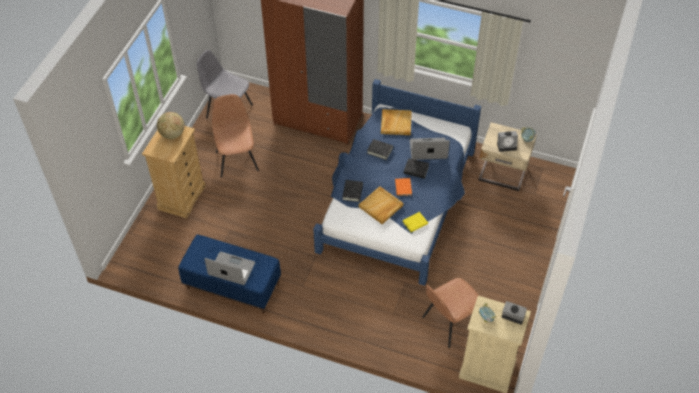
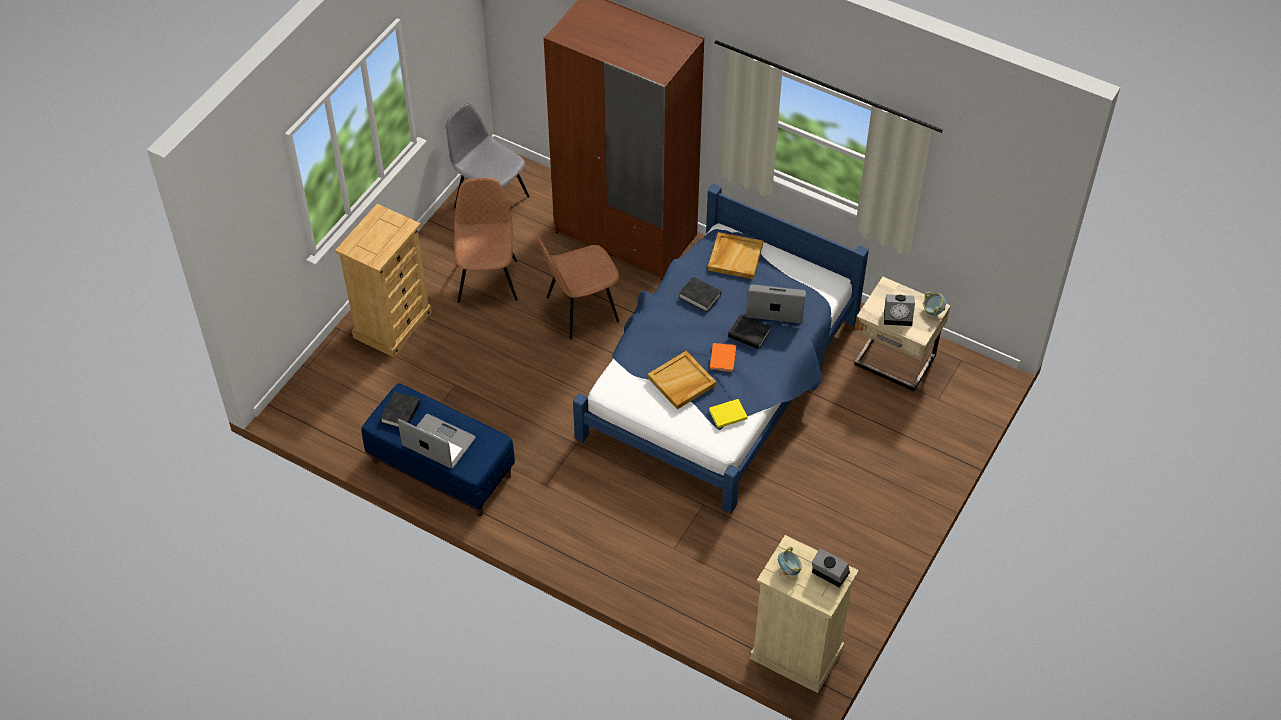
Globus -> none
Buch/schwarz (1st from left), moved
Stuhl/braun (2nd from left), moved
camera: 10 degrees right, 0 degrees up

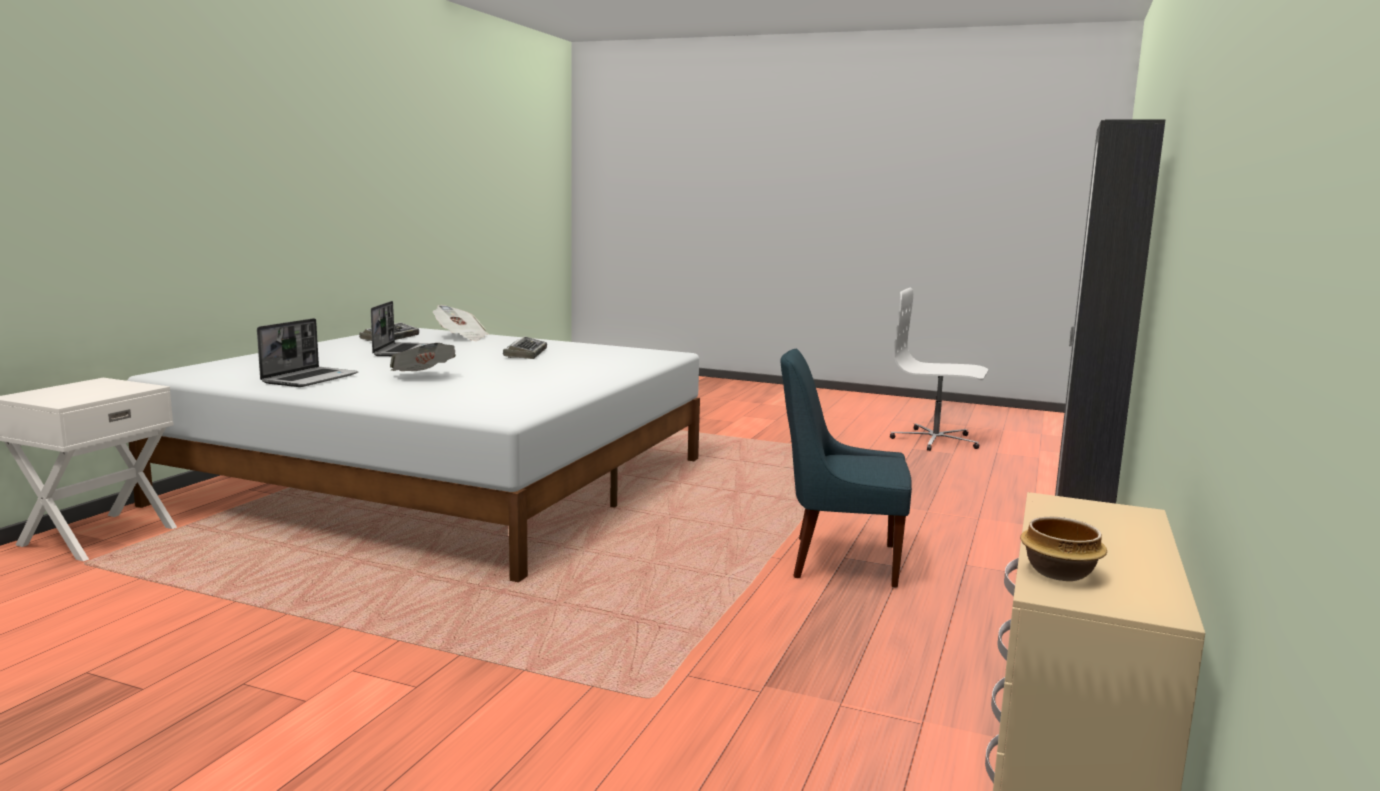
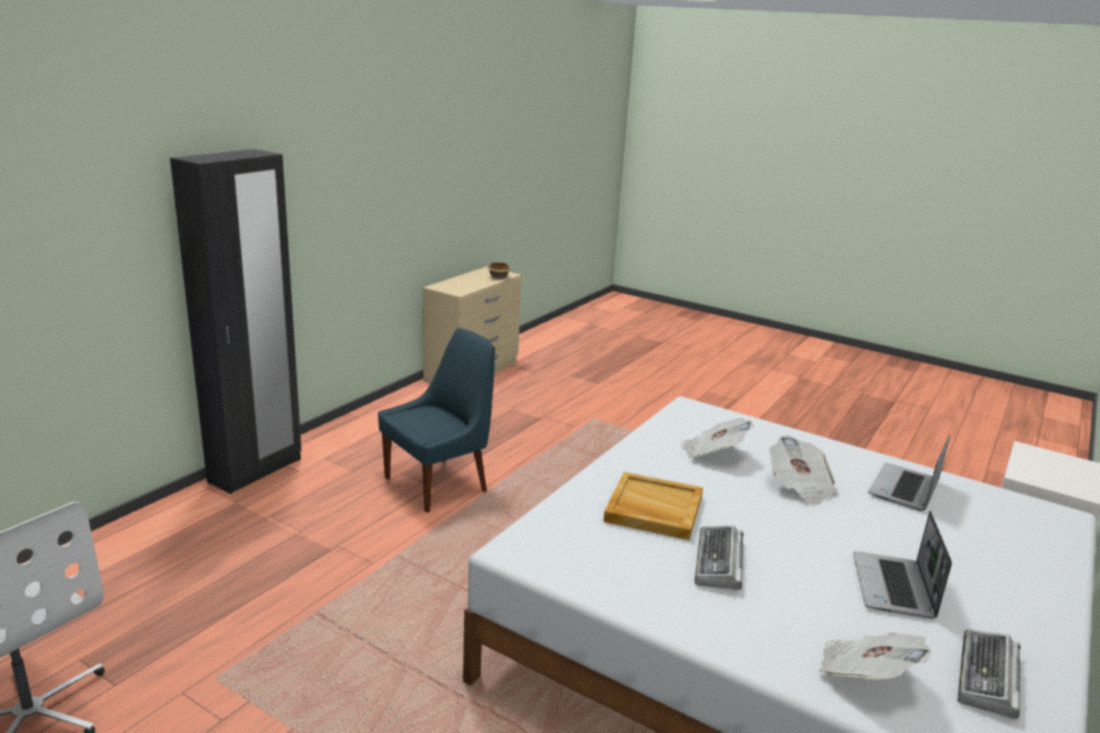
Stuhl/blau, 60 degrees counterclockwise
none -> Zeitung (1st from left)
none -> Tablett/beige
camera: 170 degrees left, 10 degrees up

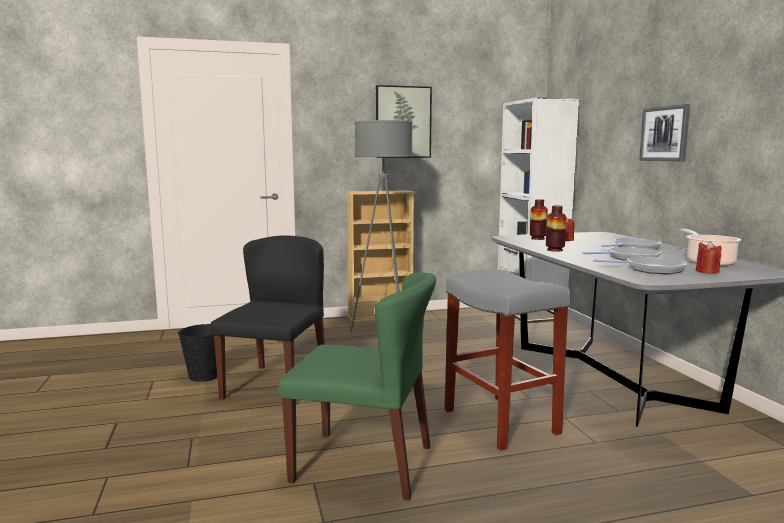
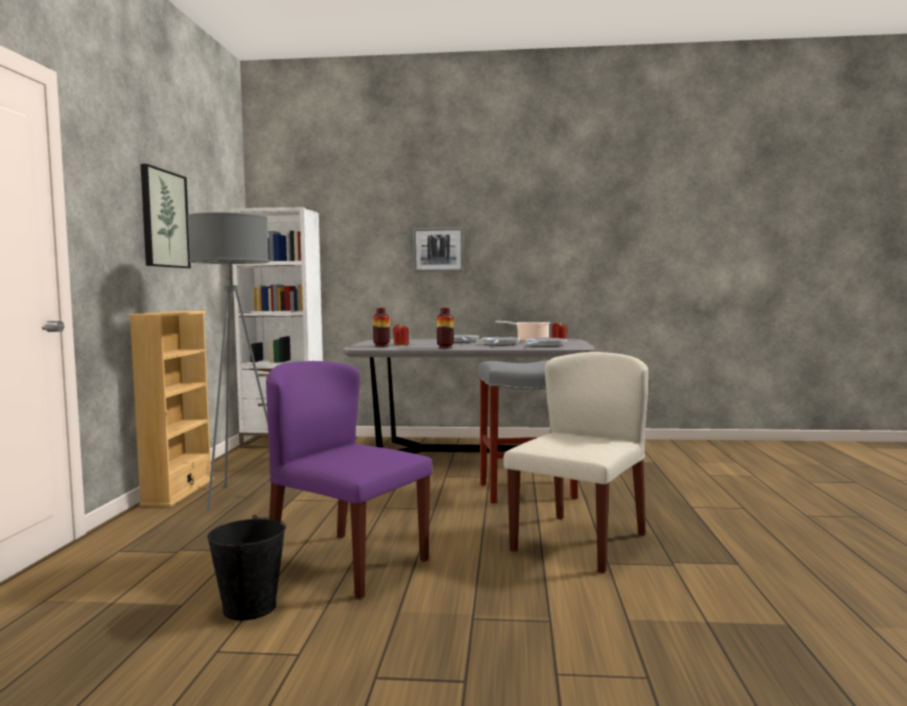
Stuhl/schwarz -> Stuhl/lila
Stuhl/grün -> Stuhl/beige
camera: 70 degrees left, 5 degrees down

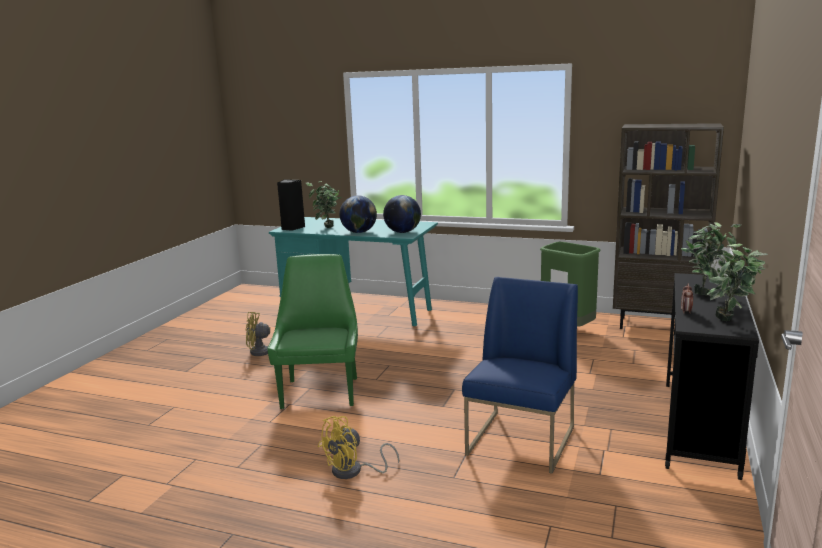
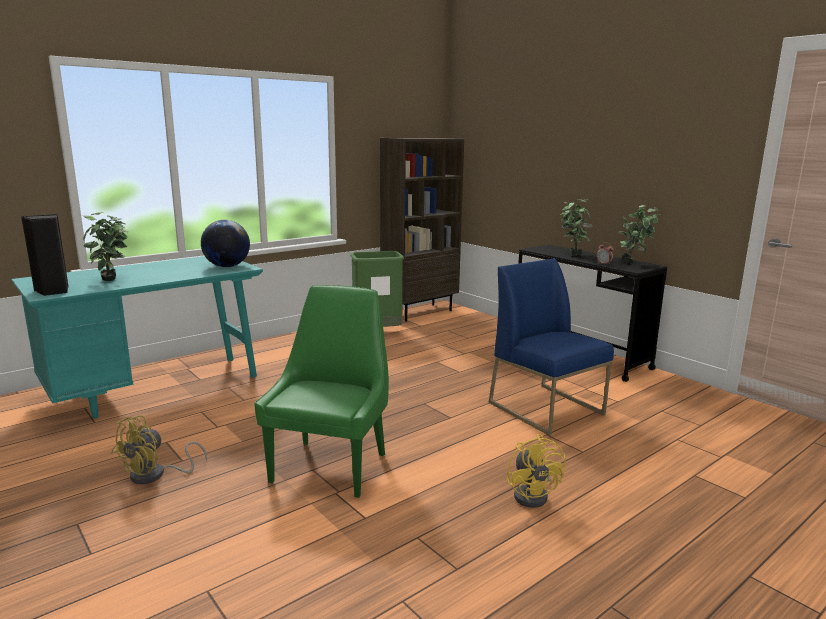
Globus (1st from left) -> none
Stuhl/grün, 75 degrees clockwise
camera: 60 degrees left, 0 degrees up

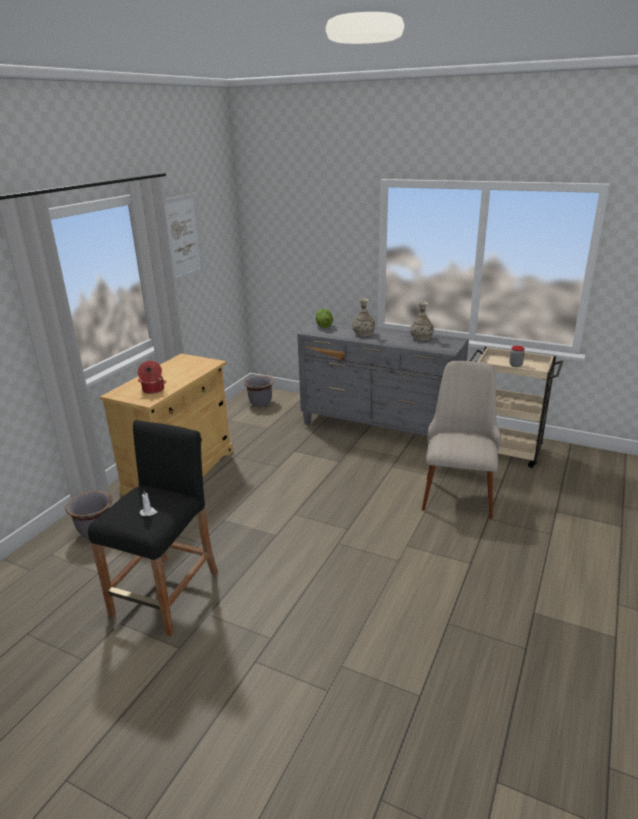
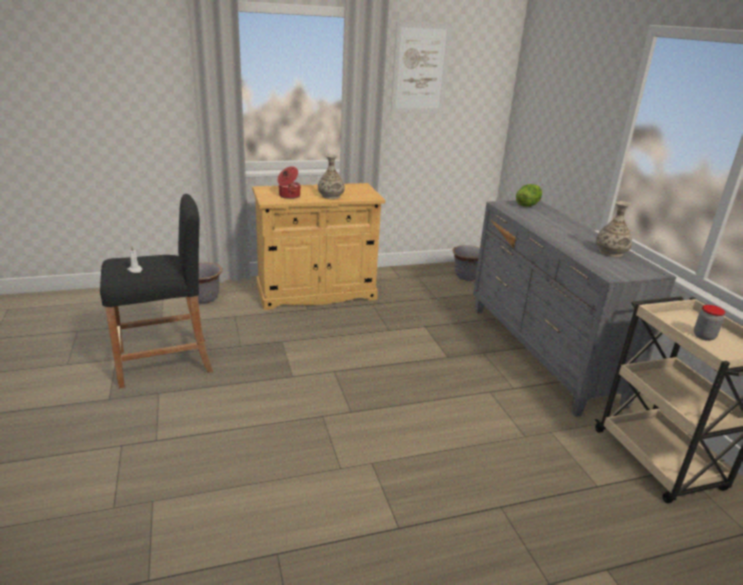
Vase (1st from left), moved
Stuhl/beige -> none
camera: 45 degrees right, 0 degrees up

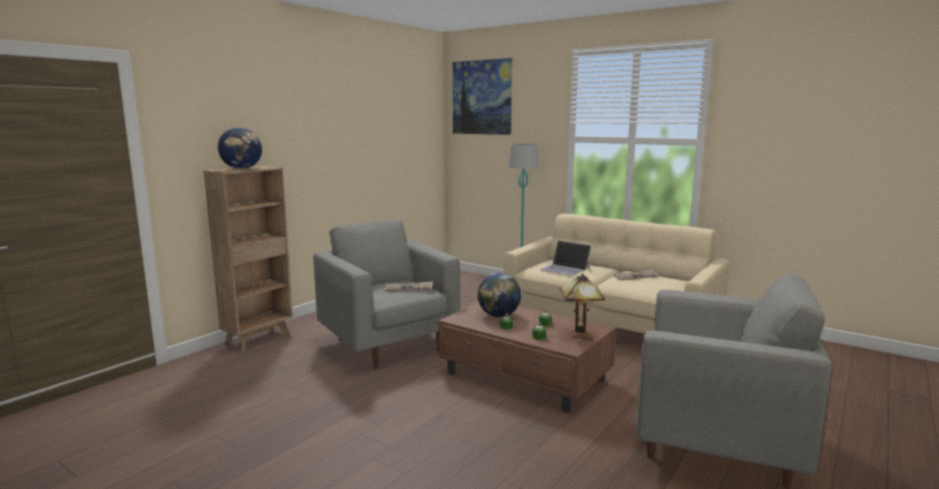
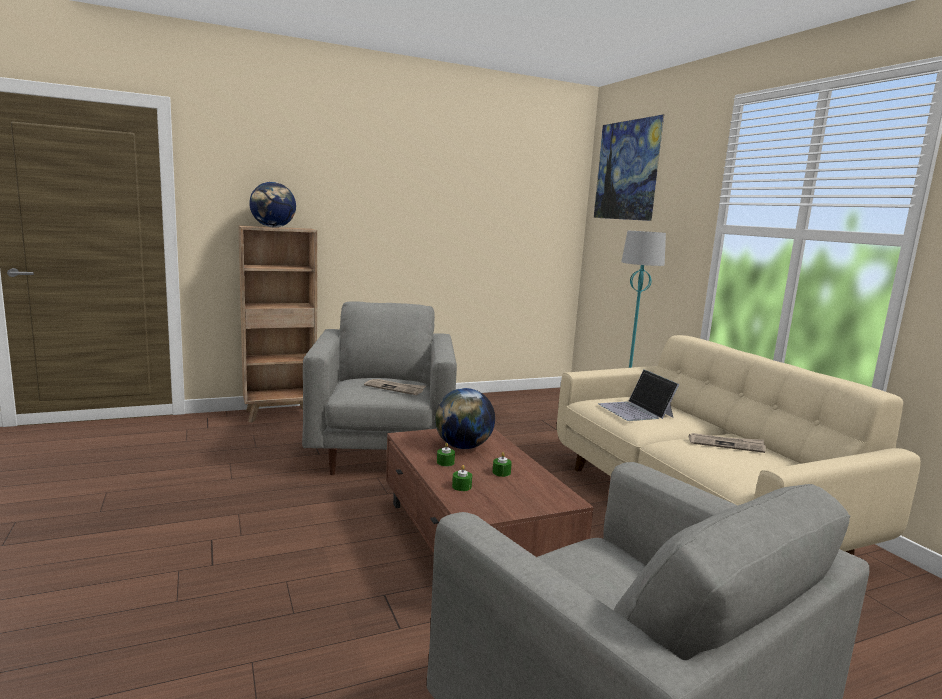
Tischlampe -> none
camera: 30 degrees right, 0 degrees up

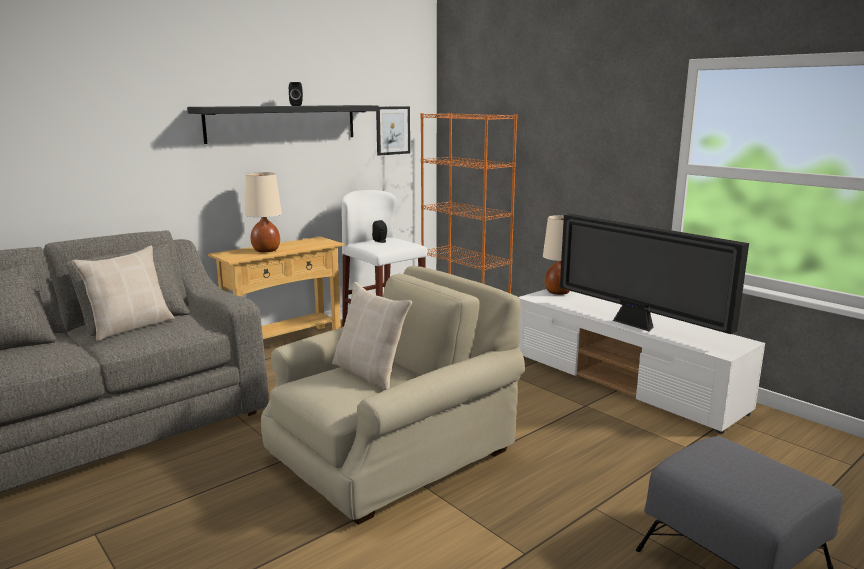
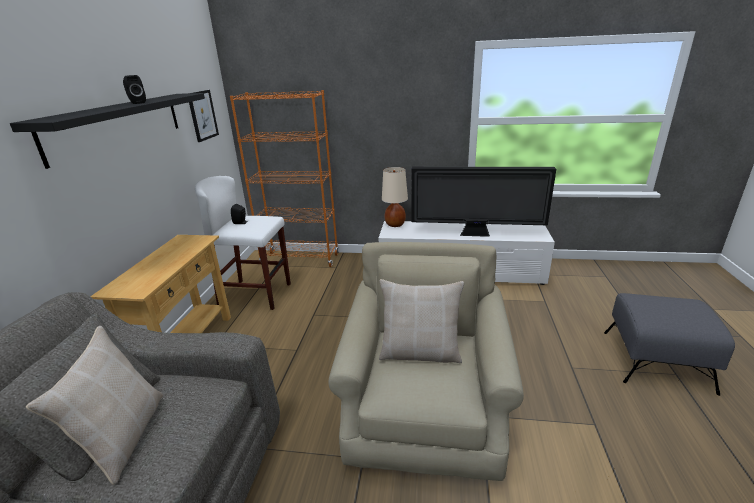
Tischlampe/beige (1st from left) -> none
camera: 40 degrees left, 10 degrees up

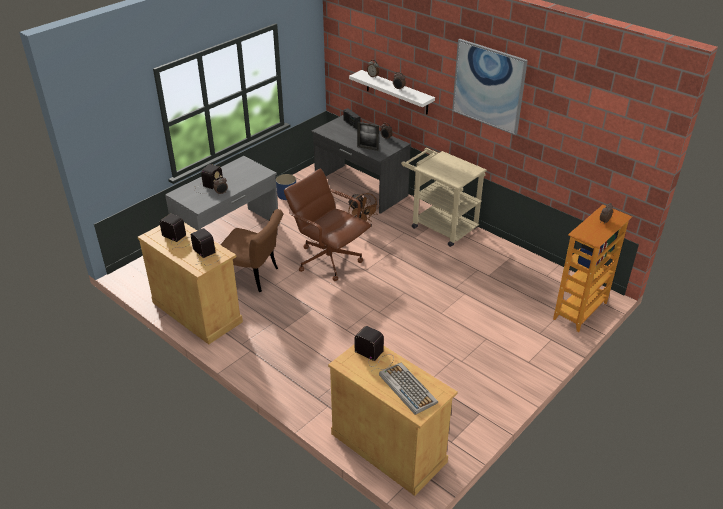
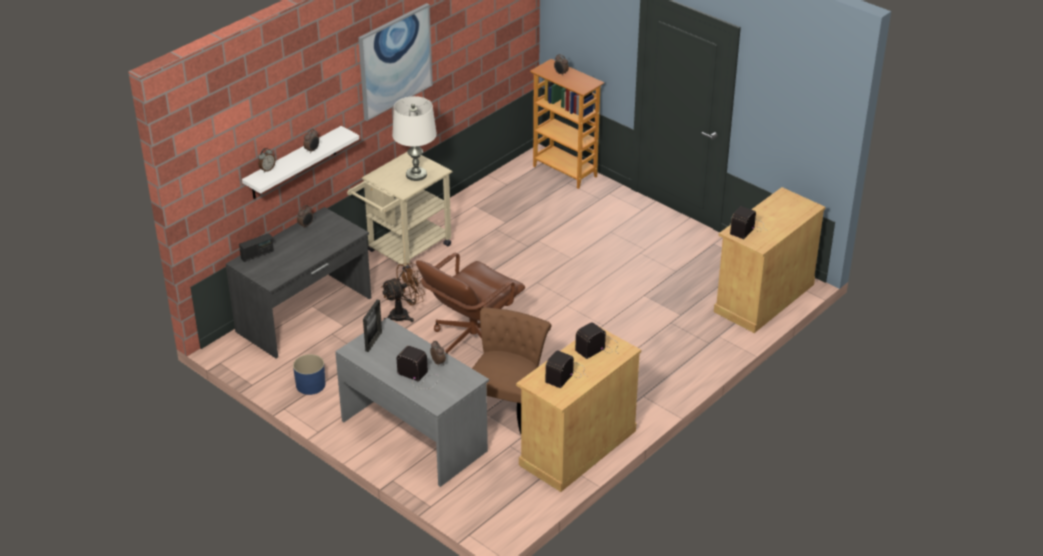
Bilderrahmen, moved
Tastatur -> none
none -> Tischlampe/weiß
camera: 90 degrees left, 0 degrees up

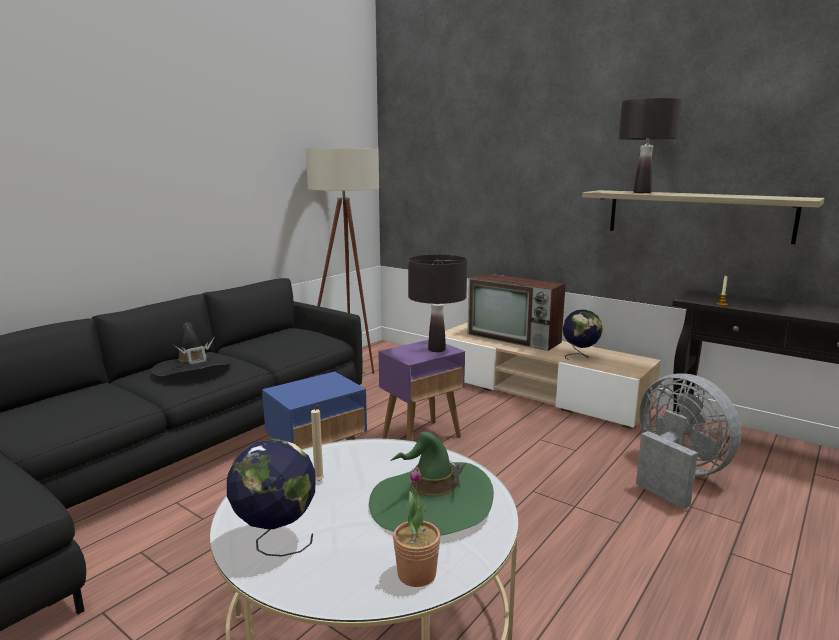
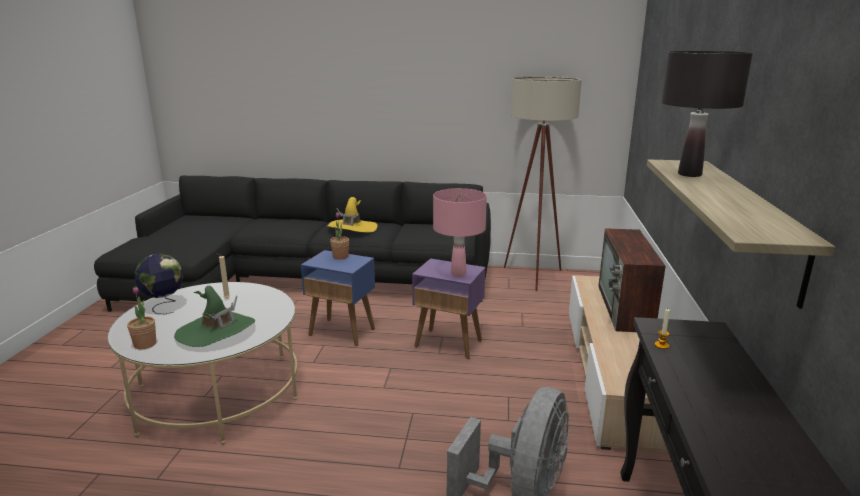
Tischlampe/schwarz (1st from left) -> Tischlampe/rosa
Globus (2nd from left) -> none
Hut/schwarz -> Hut/gelb
none -> Topfpflanze (2nd from left)
camera: 60 degrees right, 5 degrees up

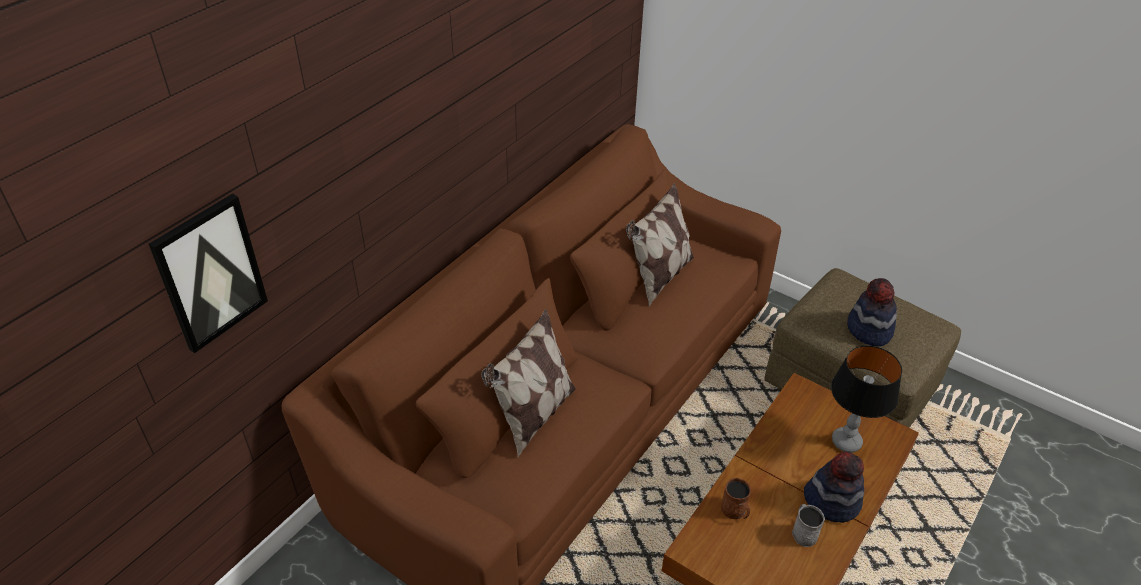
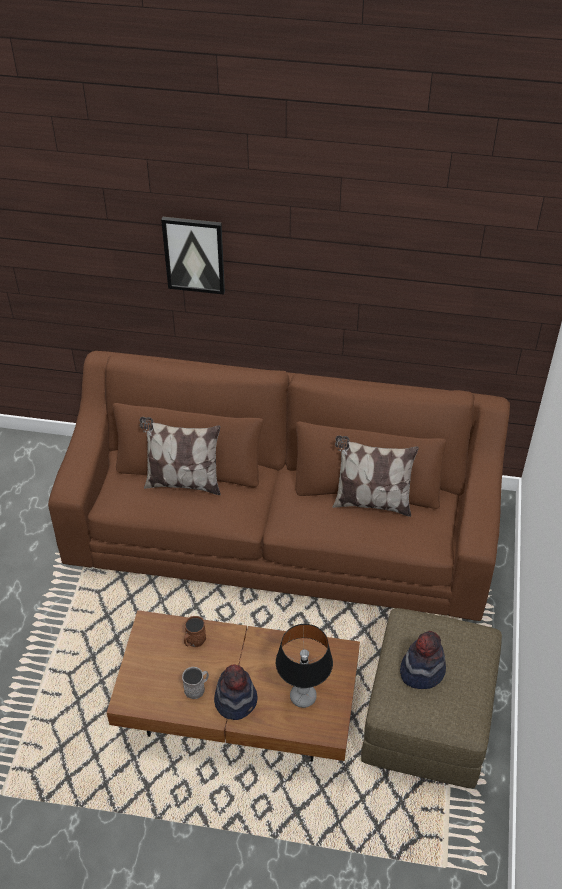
Bild, moved
camera: 65 degrees right, 5 degrees up

